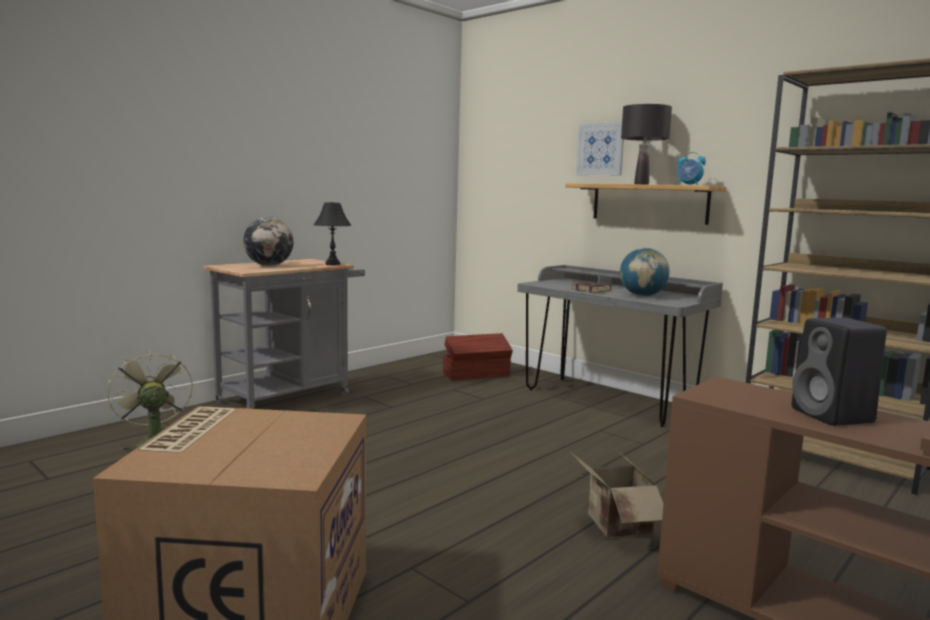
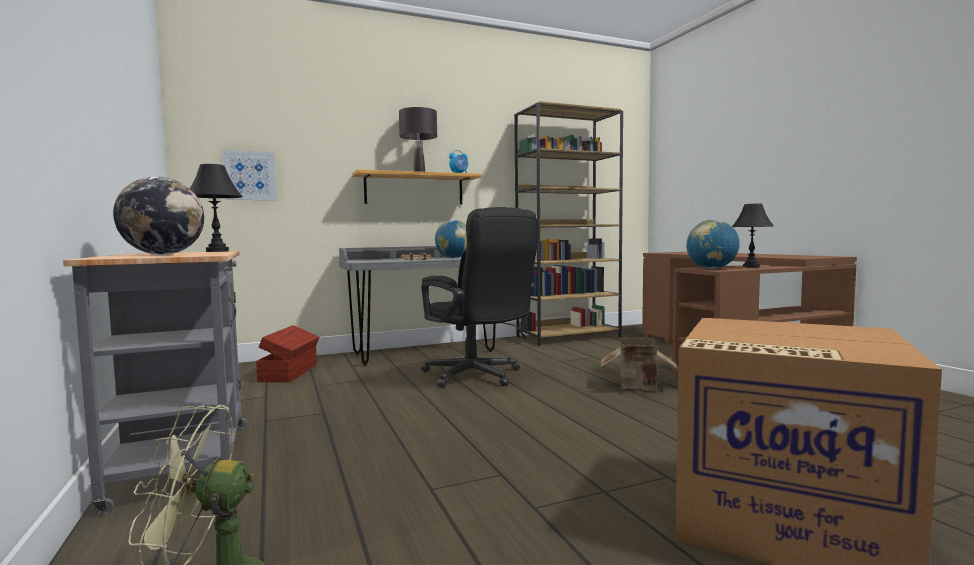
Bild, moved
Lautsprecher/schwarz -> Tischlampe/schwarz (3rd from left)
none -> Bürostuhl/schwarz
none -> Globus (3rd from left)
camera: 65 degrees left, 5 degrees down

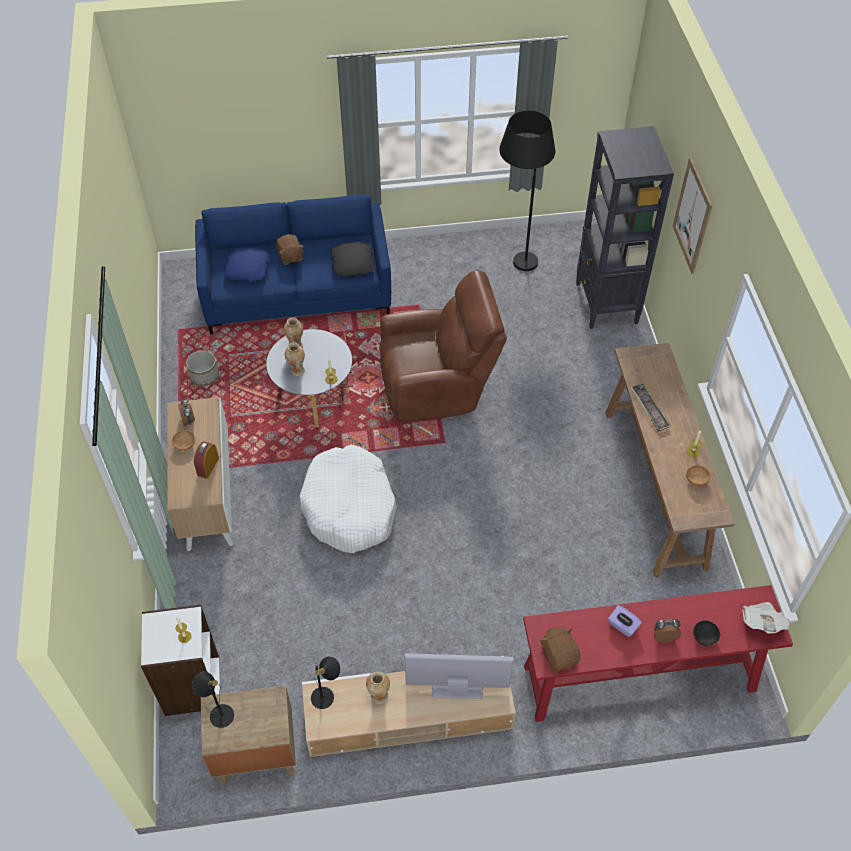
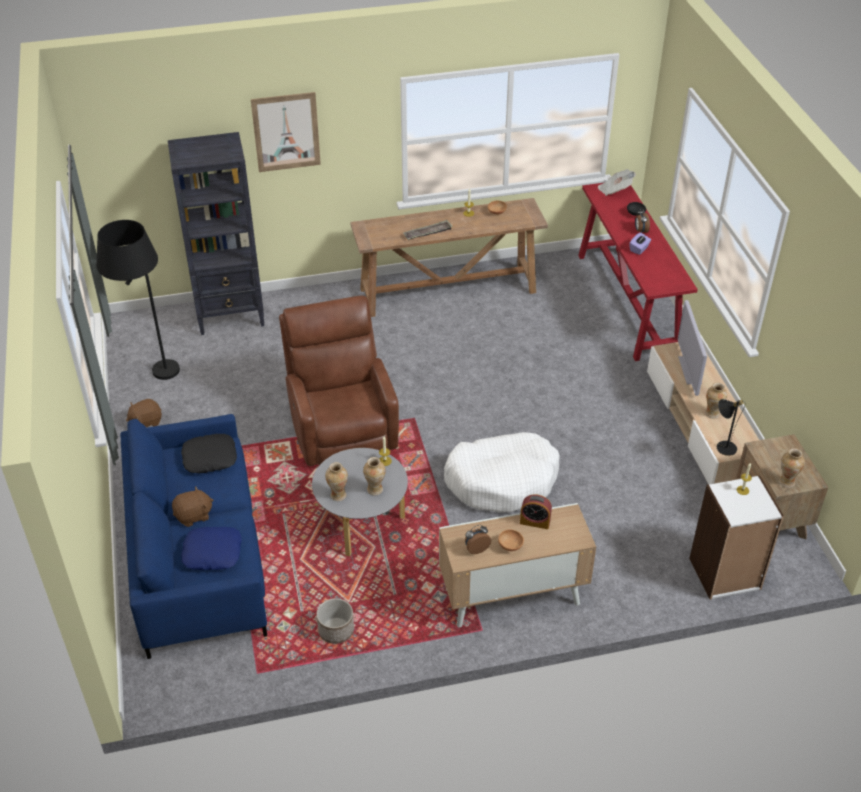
Plüschtier/braun (2nd from left in the first image) -> Plüschtier/braun (1st from left), moved
Tischlampe/schwarz (1st from left) -> Vase (4th from left)
camera: 95 degrees left, 10 degrees down

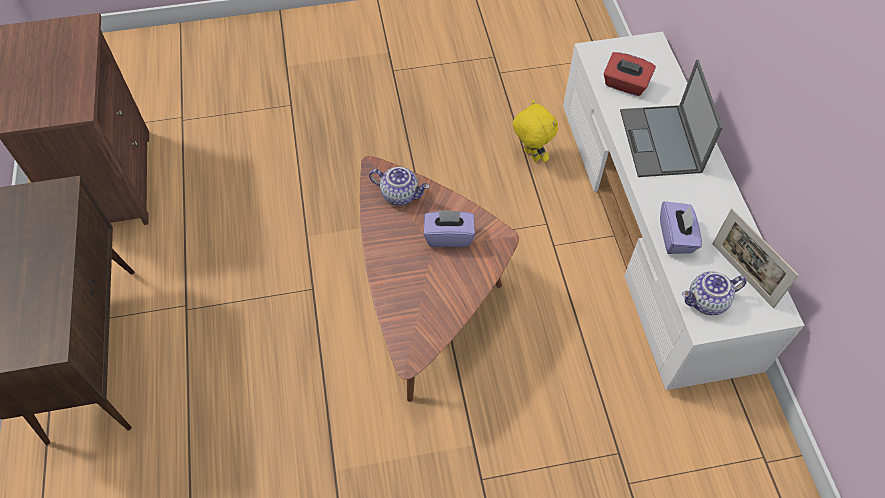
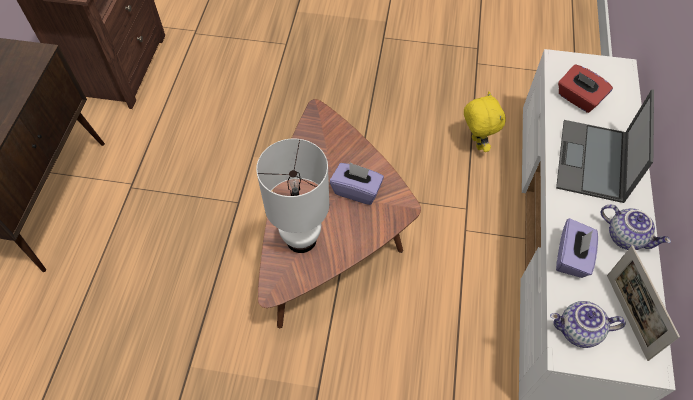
Teekanne (1st from left in the first image) -> Teekanne (2nd from left), moved
none -> Tischlampe/weiß
camera: 20 degrees right, 0 degrees up

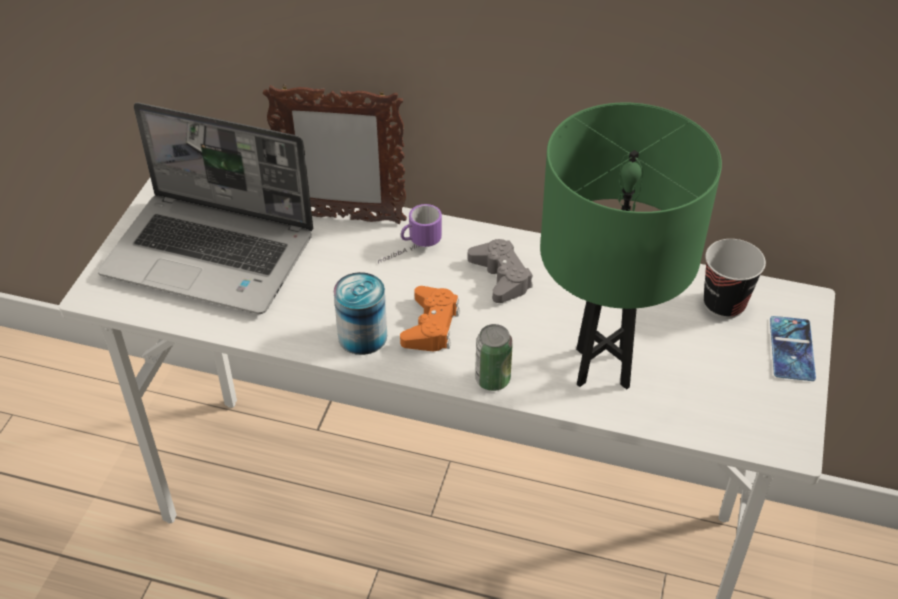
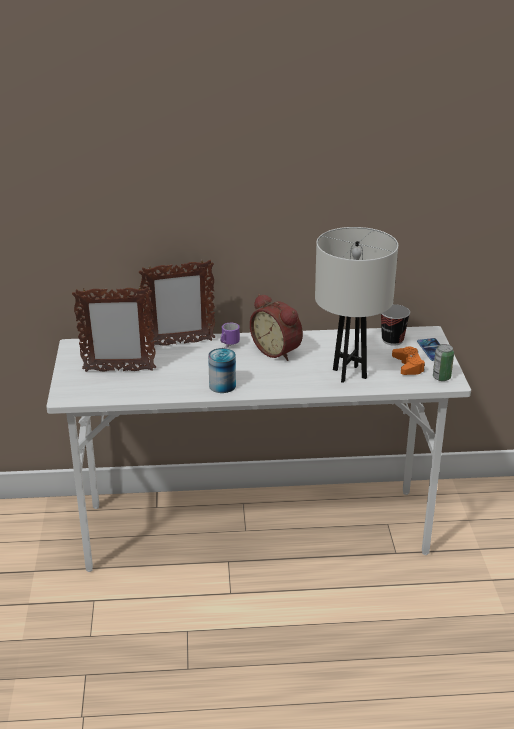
Laptop -> Bilderrahmen (1st from left)
Tischlampe/grün -> Tischlampe/weiß
Gamepad/grau -> Wecker
Gamepad/orange, moved
Dose (2nd from left), moved
camera: 20 degrees left, 15 degrees down

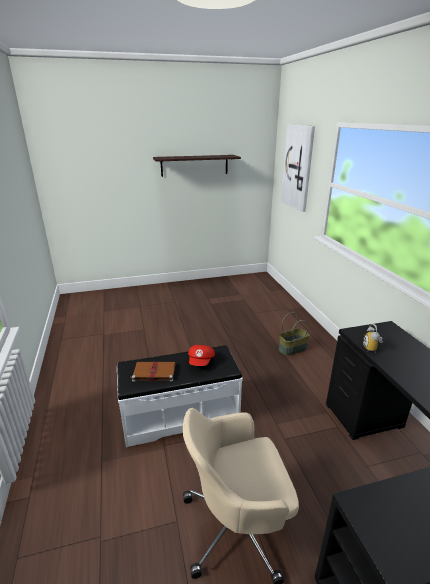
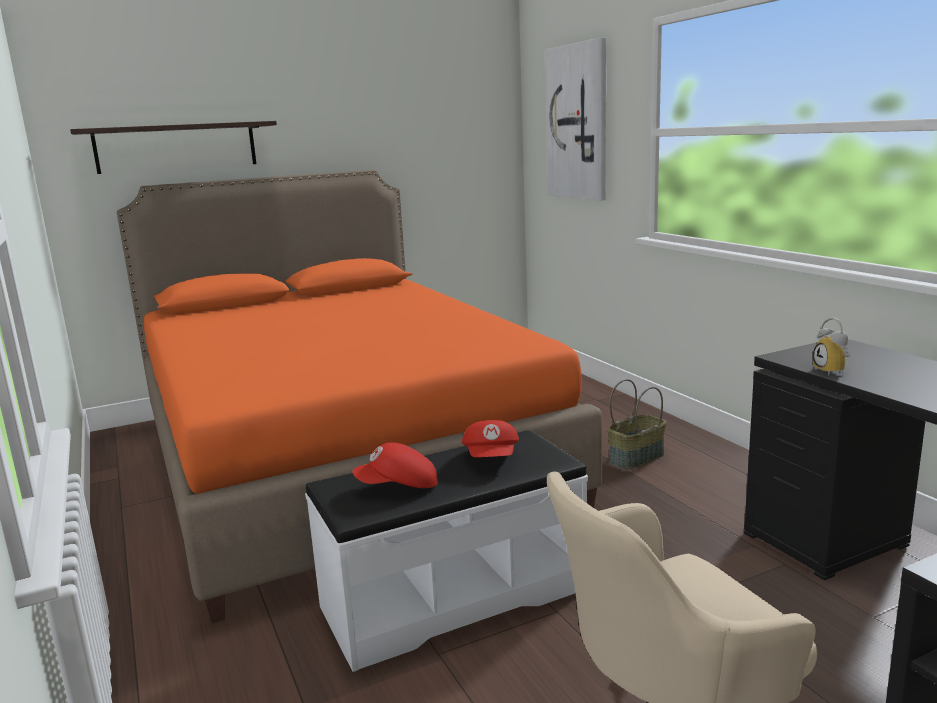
Wandregal, moved
Buch/braun -> Kappe/rot (1st from left)
none -> Bett/orange
camera: 10 degrees left, 10 degrees down

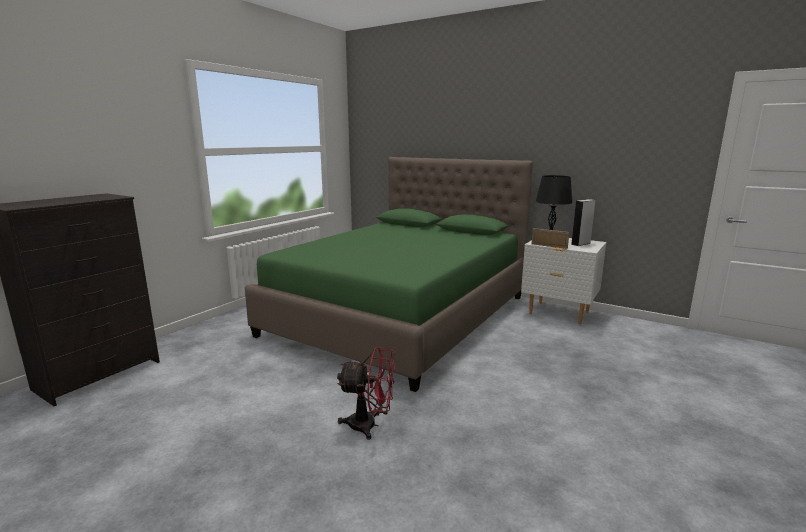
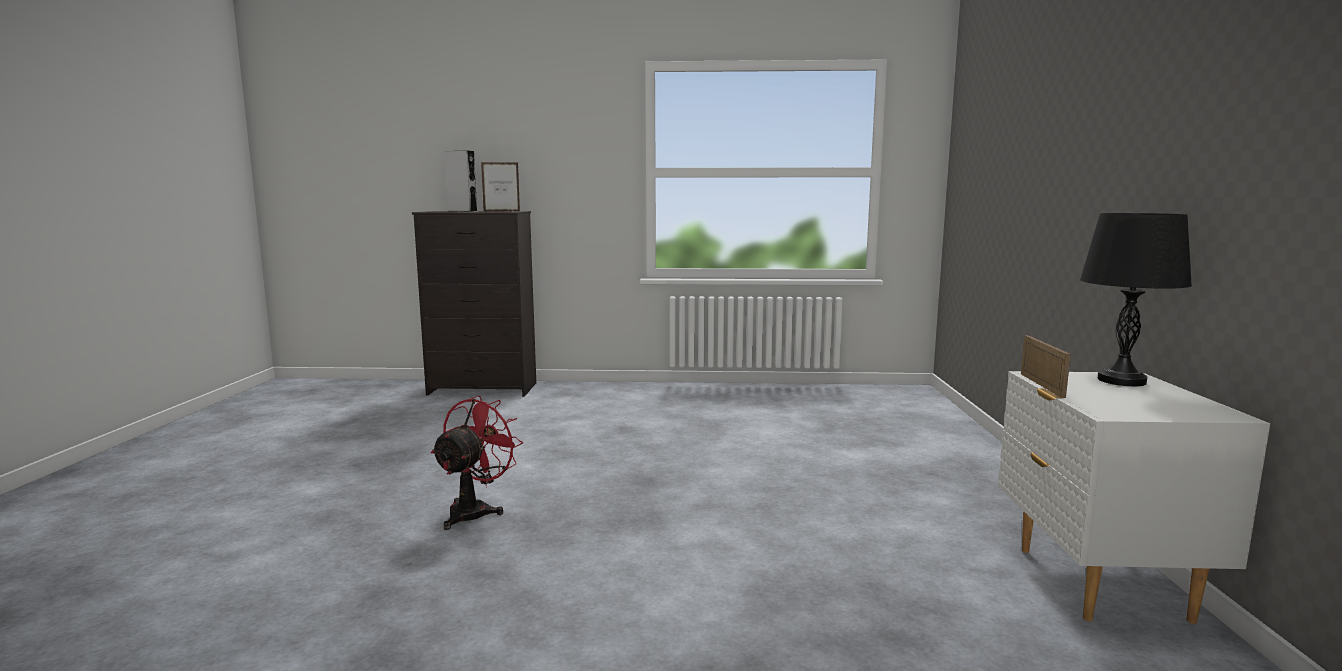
Bett/grün -> none
Lautsprecher/grau, moved
Ventilator/rot, 135 degrees counterclockwise
none -> Bilderrahmen (1st from left)
camera: 60 degrees right, 5 degrees down

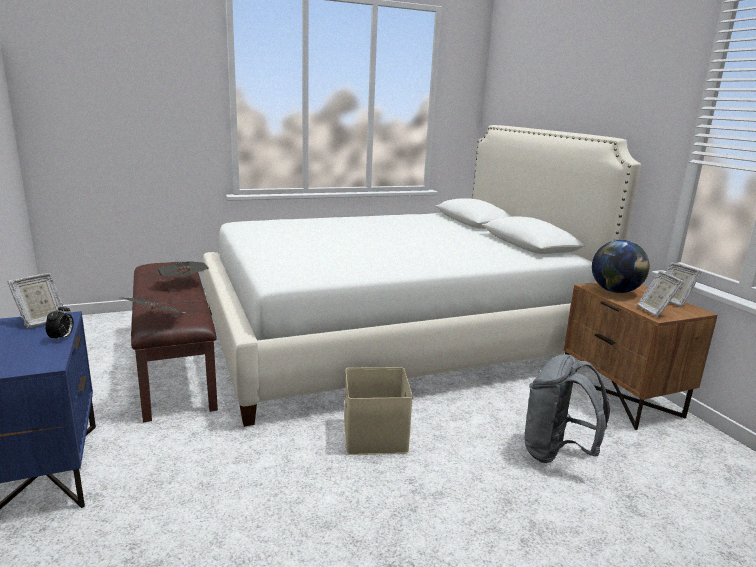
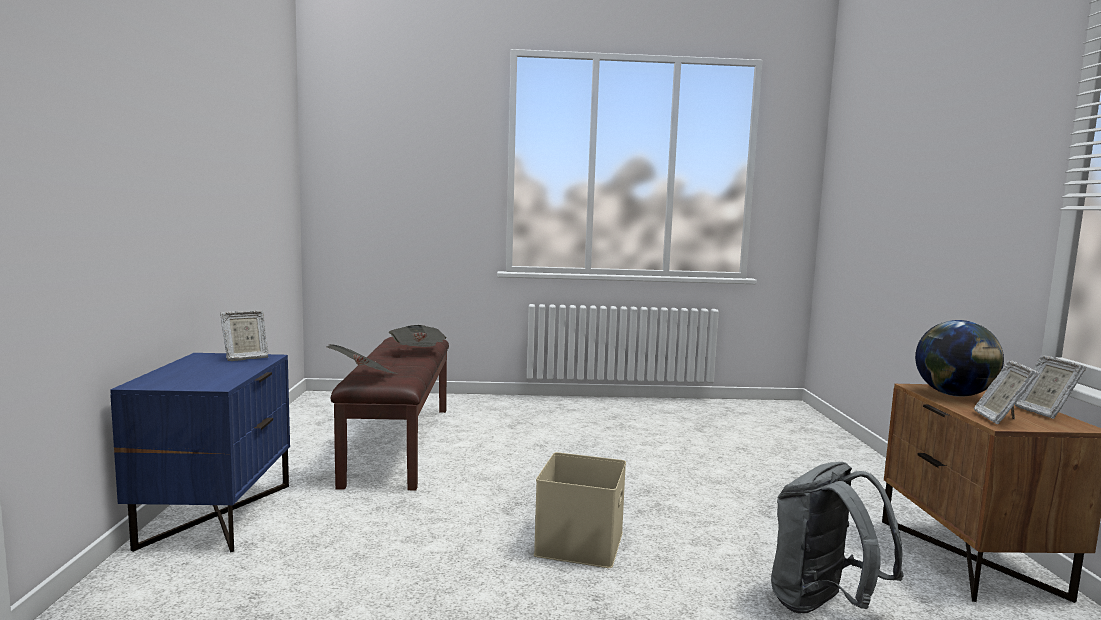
Bett/weiß -> none
Wecker -> none
camera: 20 degrees right, 10 degrees down

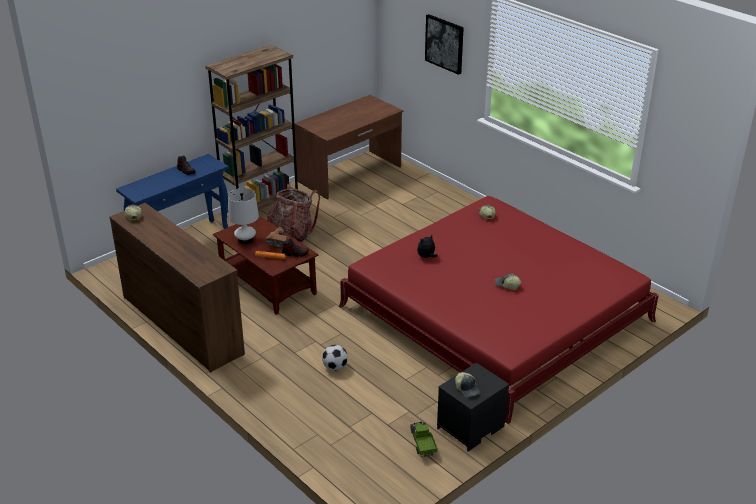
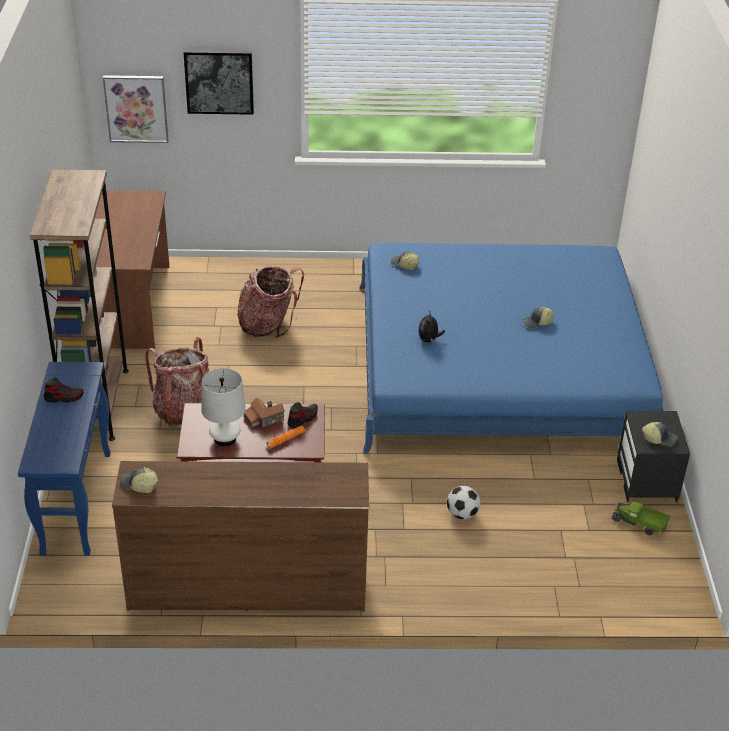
Bett/rot -> Bett/blau
none -> Bild (1st from left)
none -> Rucksack (2nd from left)
camera: 50 degrees left, 5 degrees up

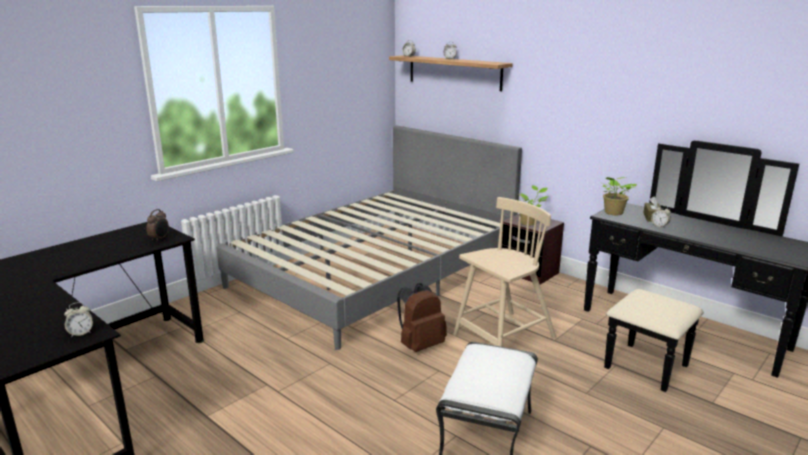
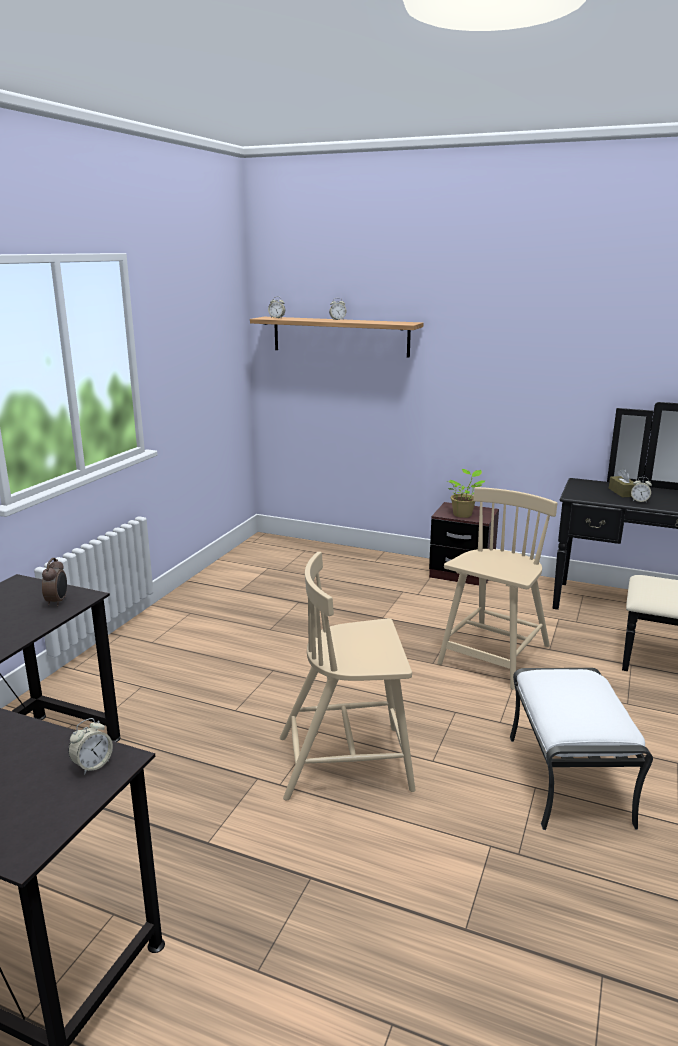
Bett/grau -> none
Topfpflanze (2nd from left) -> none
Rucksack/braun -> none
none -> Stuhl/beige (1st from left)
camera: 20 degrees left, 0 degrees up

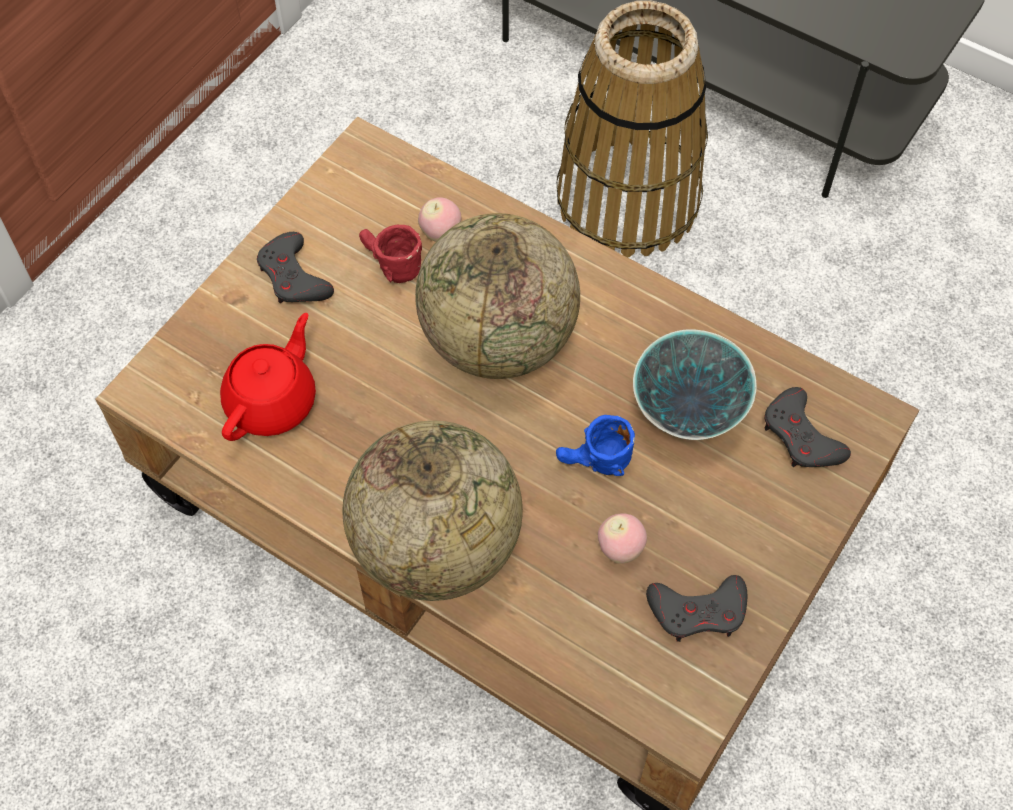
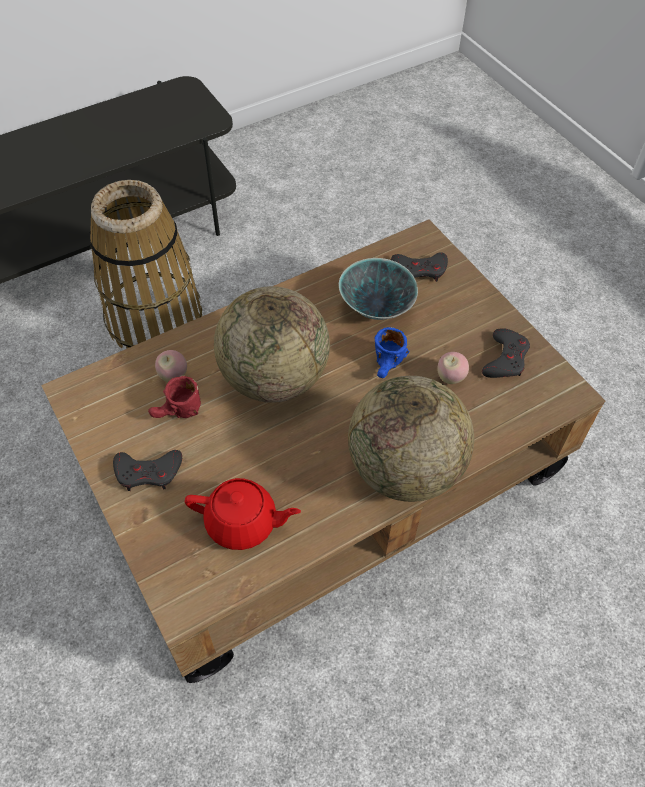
Teekanne/rot, 135 degrees clockwise
camera: 65 degrees left, 5 degrees down

